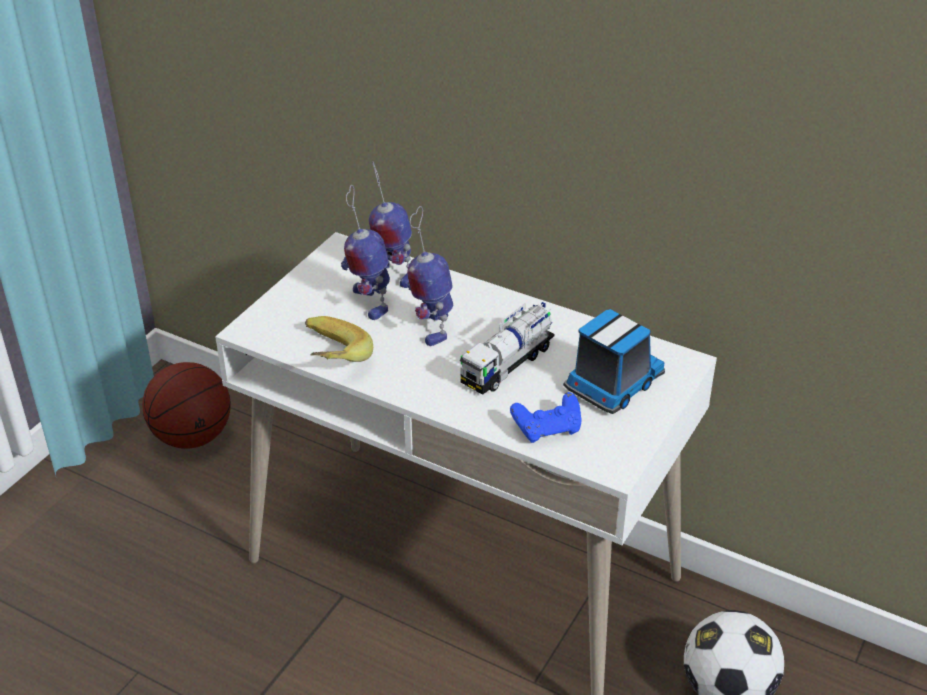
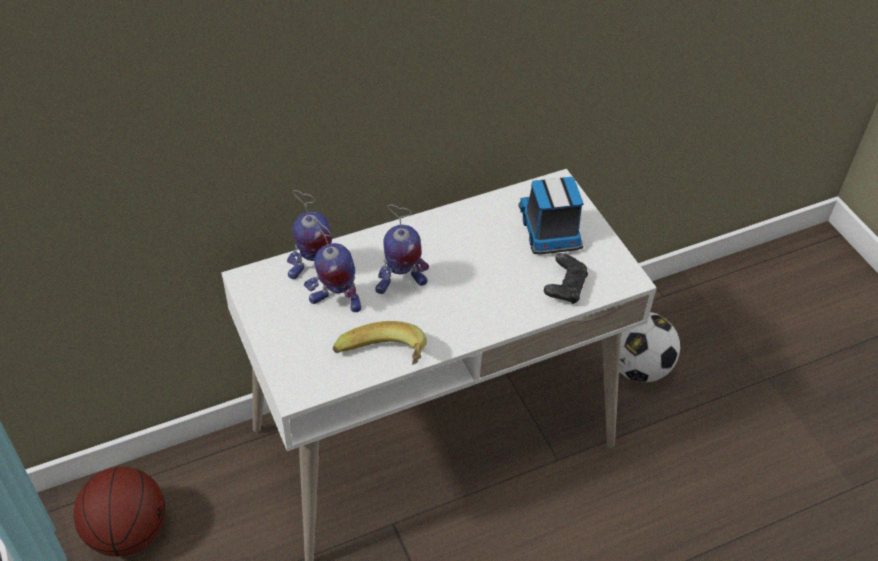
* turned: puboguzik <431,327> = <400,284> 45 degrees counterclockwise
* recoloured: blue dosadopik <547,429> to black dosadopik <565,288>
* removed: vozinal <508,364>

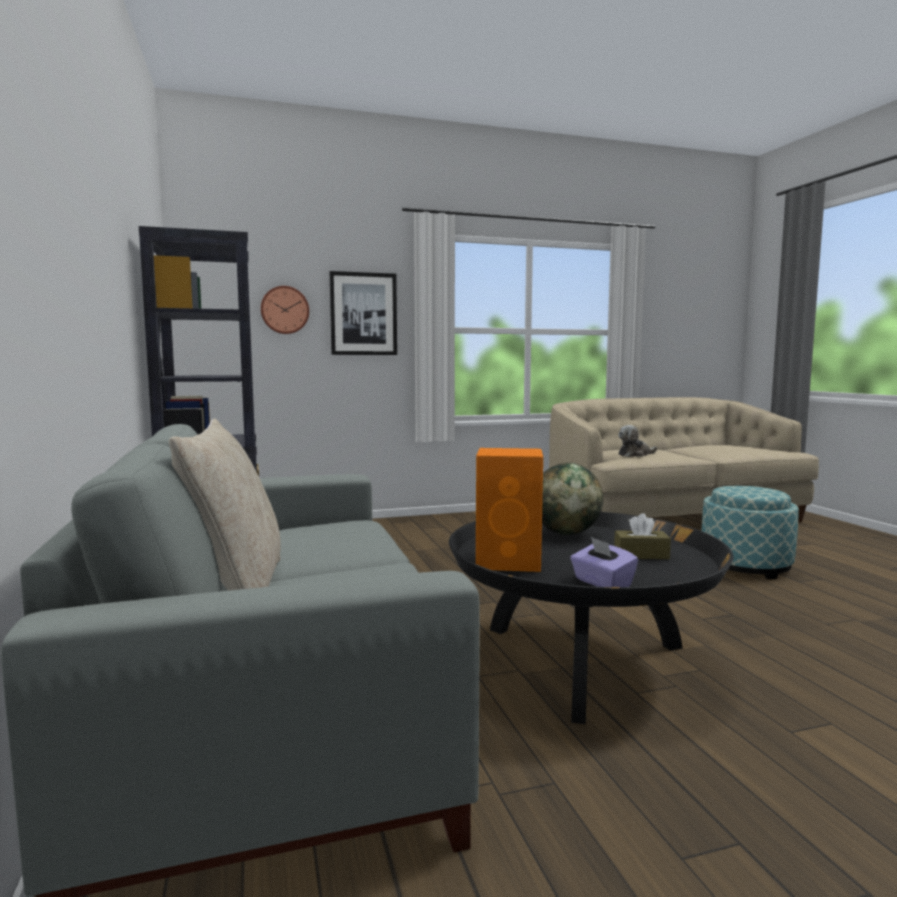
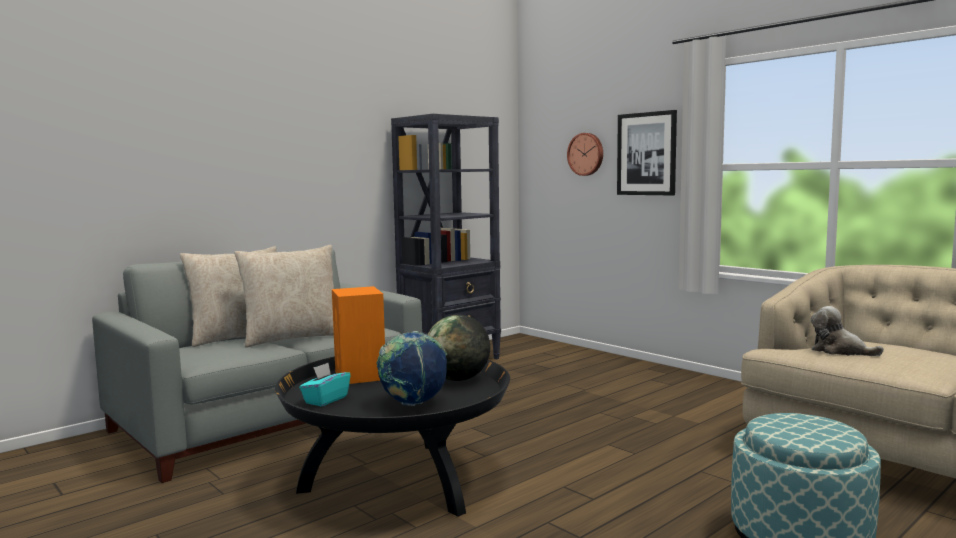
* added: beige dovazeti <292,338>
* recoloured: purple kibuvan <602,583> to turquoise kibuvan <325,400>
* replaced: brown kibuvan <641,555> to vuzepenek <413,404>

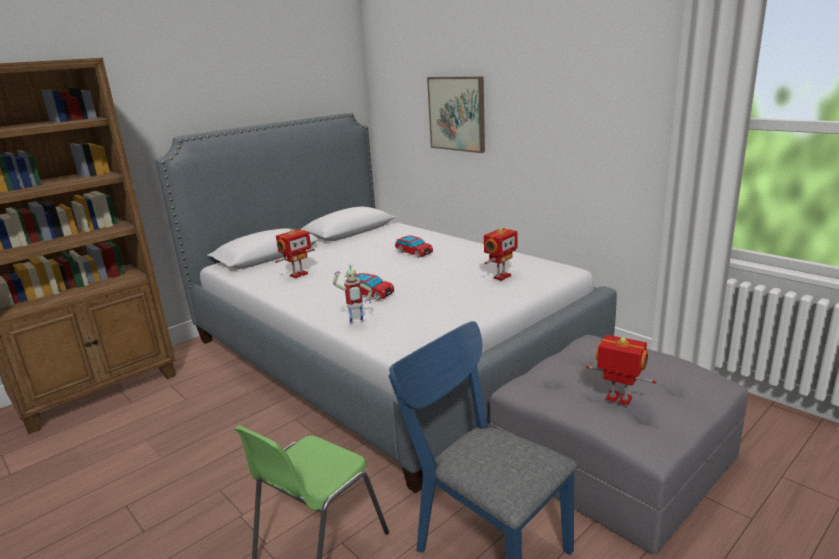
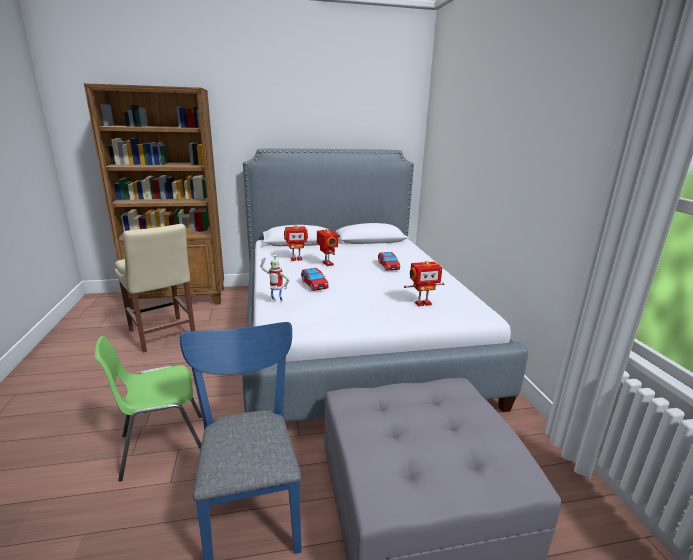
* added: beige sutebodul <163,335>
* moved: puboguzik <618,399> to <327,264>
* removed: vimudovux <457,113>

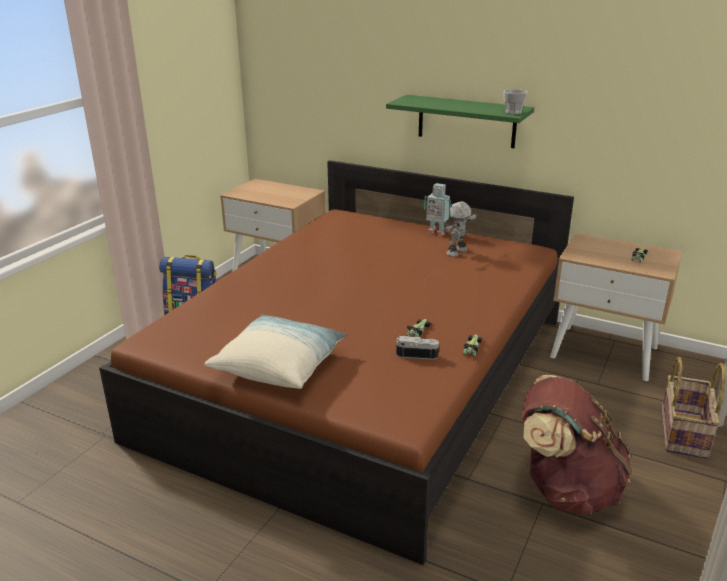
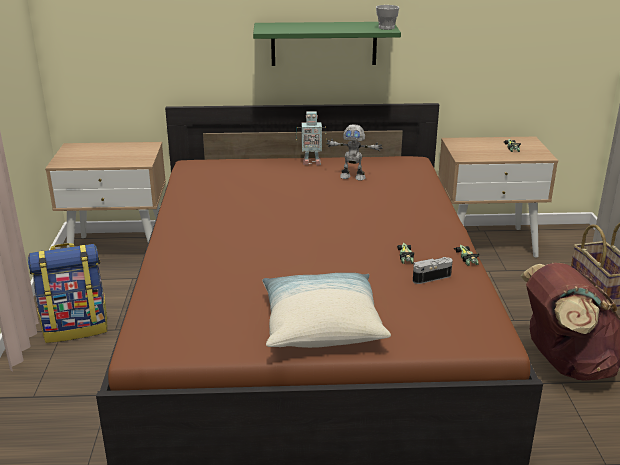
* turned: puboguzik <457,252> = <353,177> 90 degrees counterclockwise

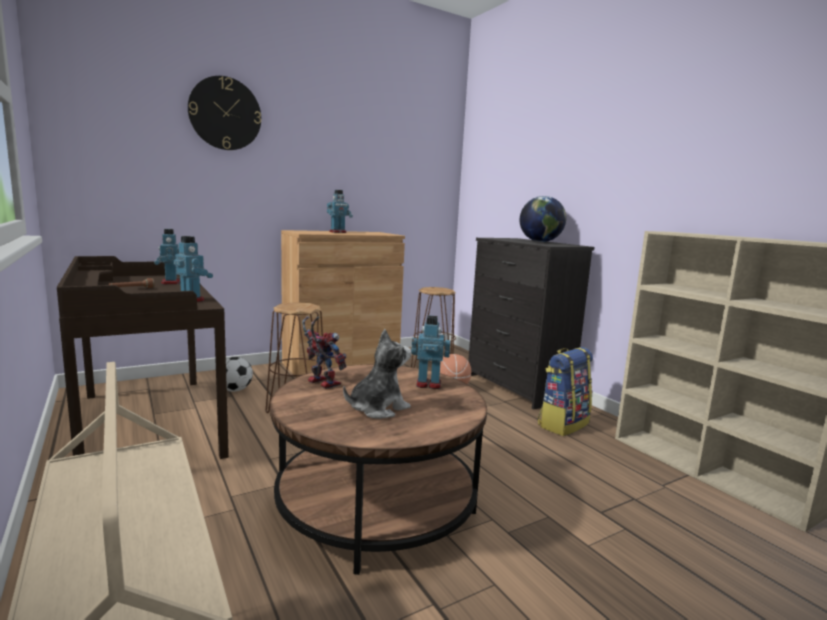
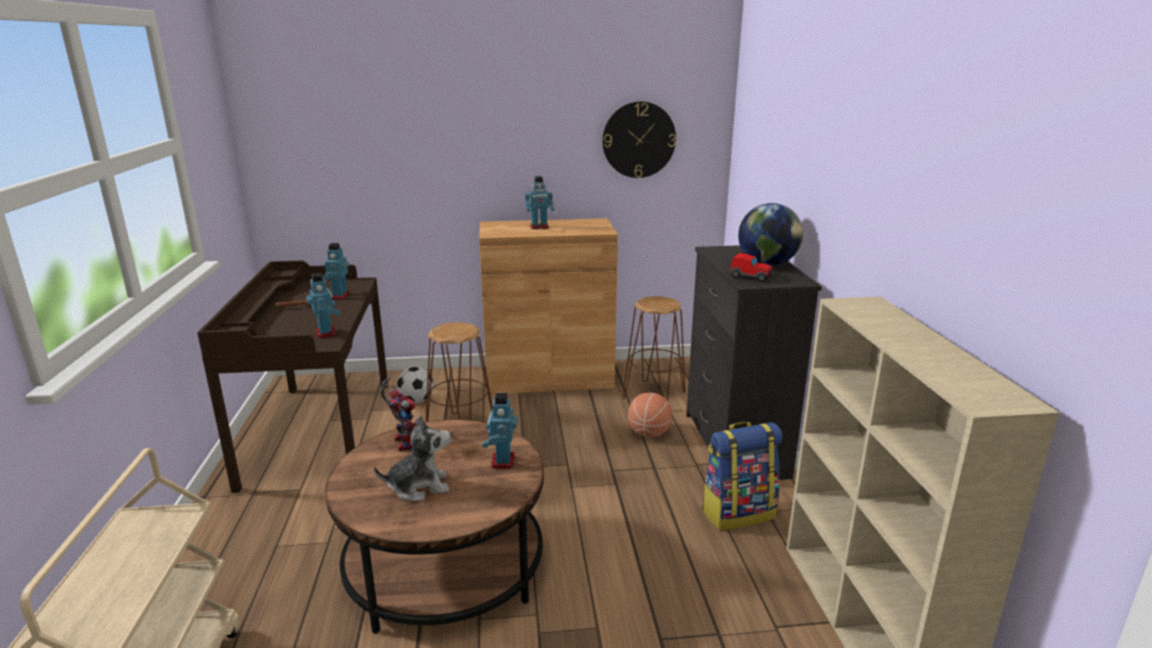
* turned: puboguzik <428,384> = <502,461> 120 degrees counterclockwise
* moved: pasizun <225,113> to <639,140>
* added: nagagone <750,277>

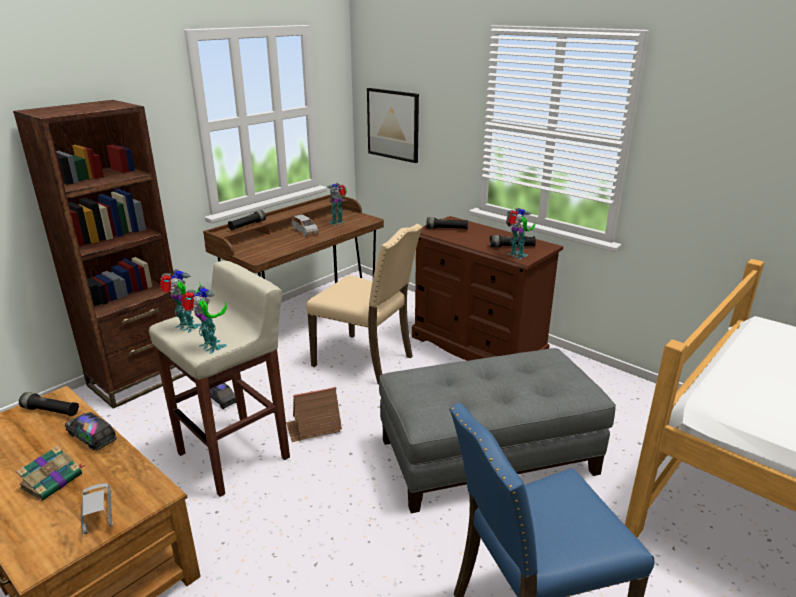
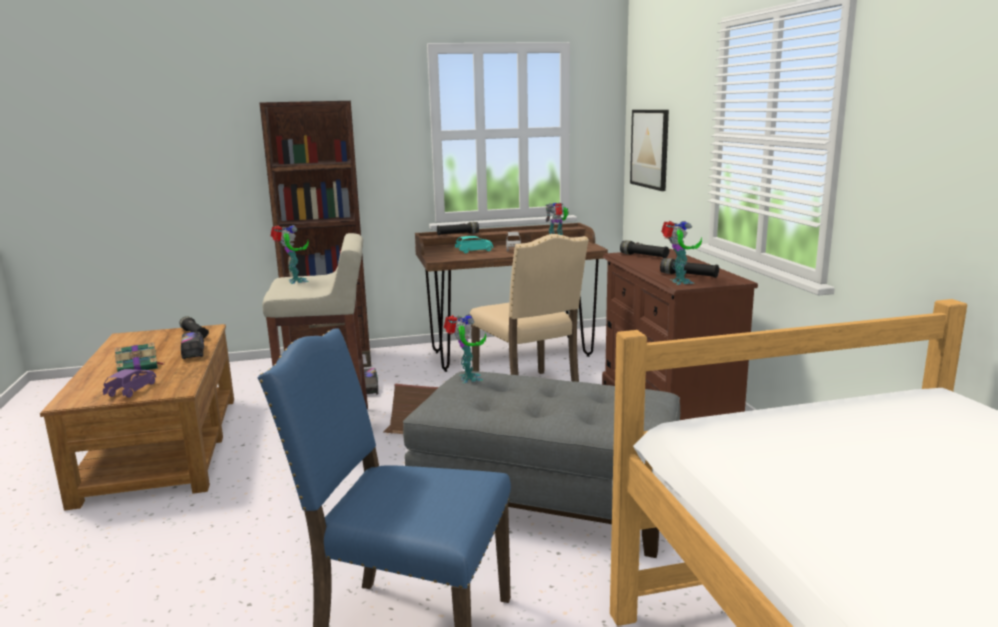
* recoloured: grey nagagone <98,515> to purple nagagone <132,390>
* moved: puboguzik <210,348> to <467,378>
* added: turquoise nagagone <474,251>

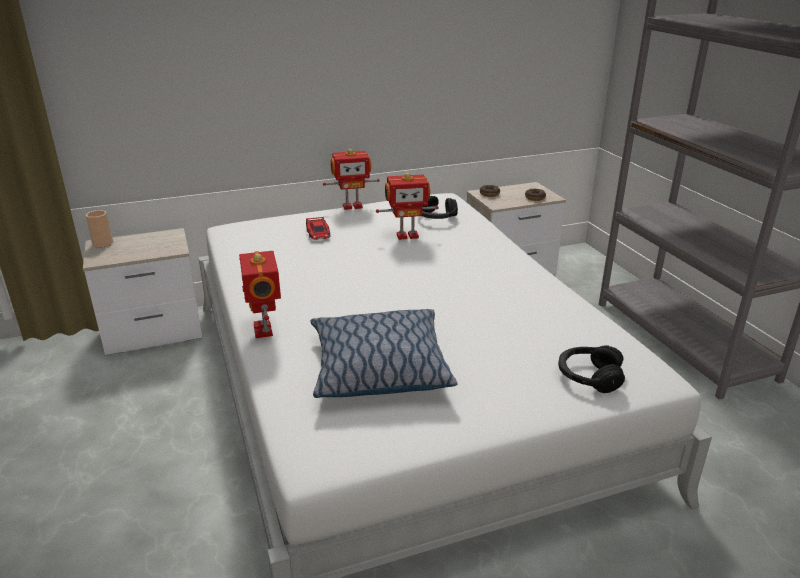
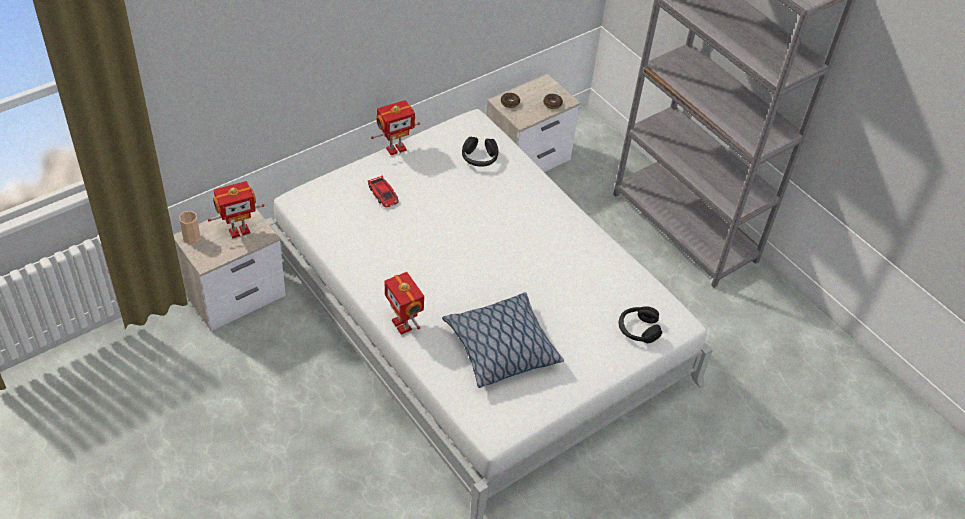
* moved: puboguzik <407,235> to <239,230>

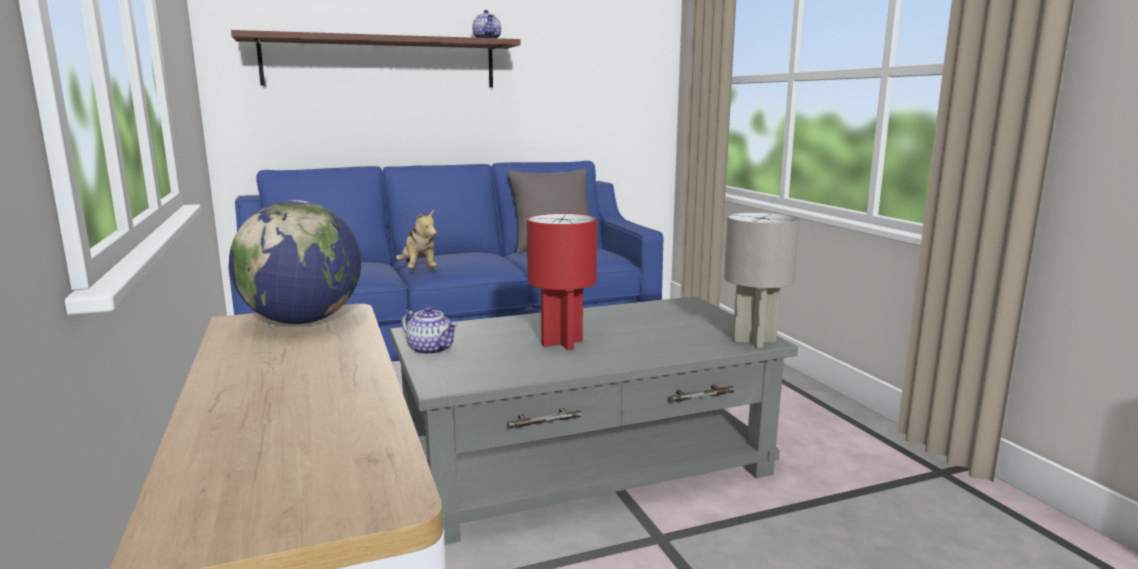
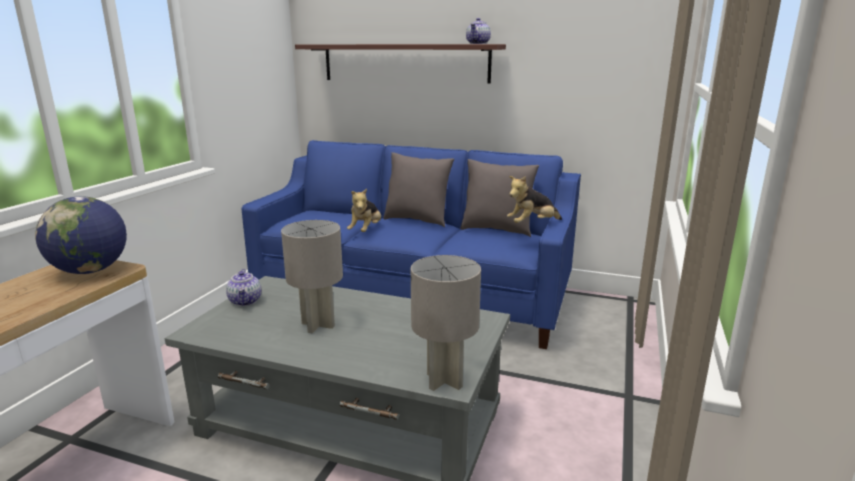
* recoloured: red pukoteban <561,343> to grey pukoteban <317,325>
* added: grey dovazeti <417,220>
* added: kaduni <532,224>

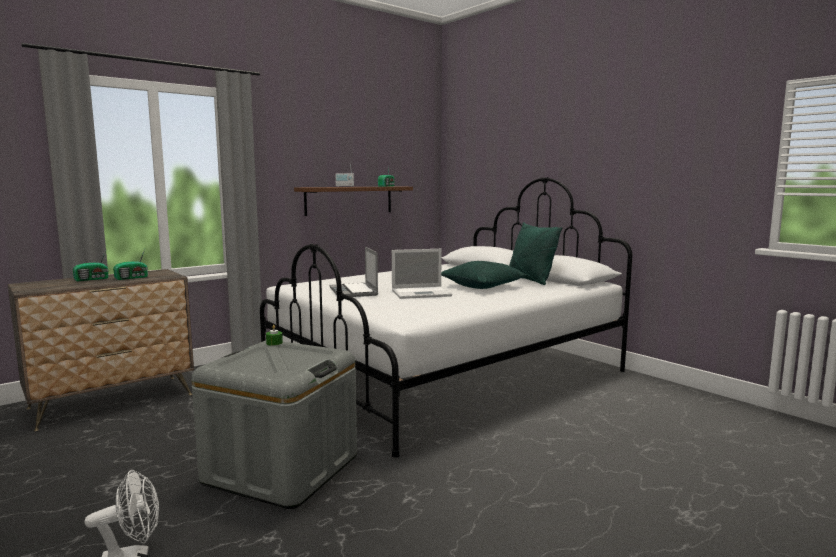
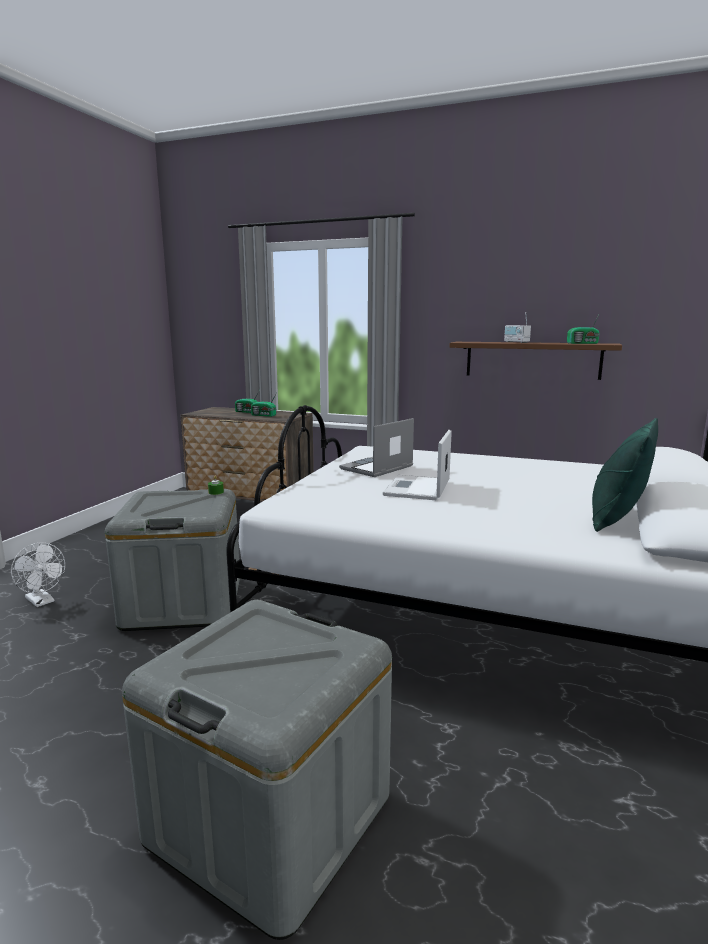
* added: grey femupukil <270,817>
* turned: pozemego <422,293> = <417,489> 60 degrees clockwise
* removed: green dovazeti <483,286>

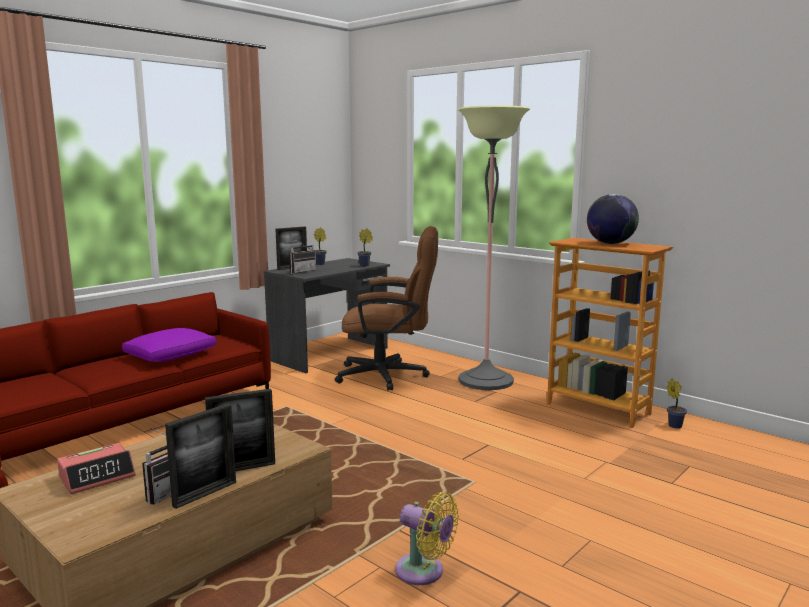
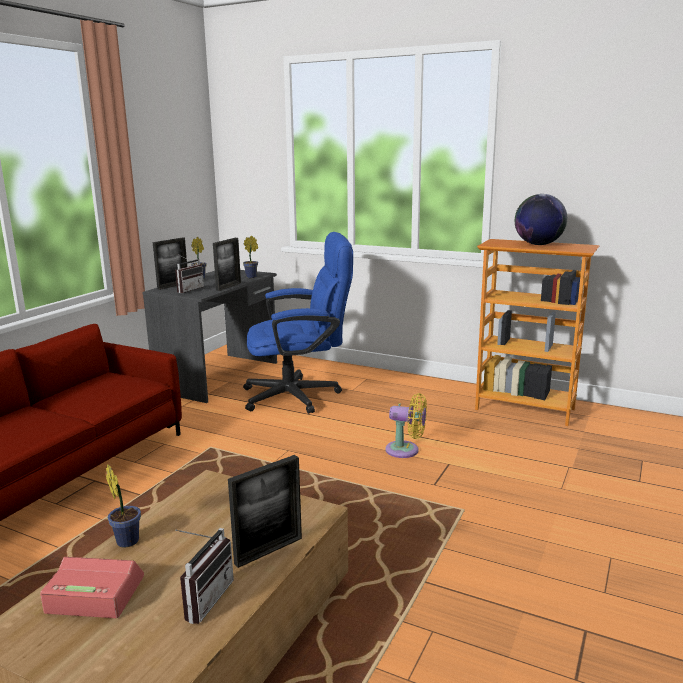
* turned: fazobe <97,476> = <94,595> 120 degrees counterclockwise
* moved: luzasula <673,425> to <126,540>
* moved: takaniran <205,494> to <228,286>
* recoloured: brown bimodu <390,376> to blue bimodu <300,395>
* moved: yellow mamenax <424,572> to <406,450>
* removed: purple dovazeti <171,355>
* removed: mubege <485,380>

